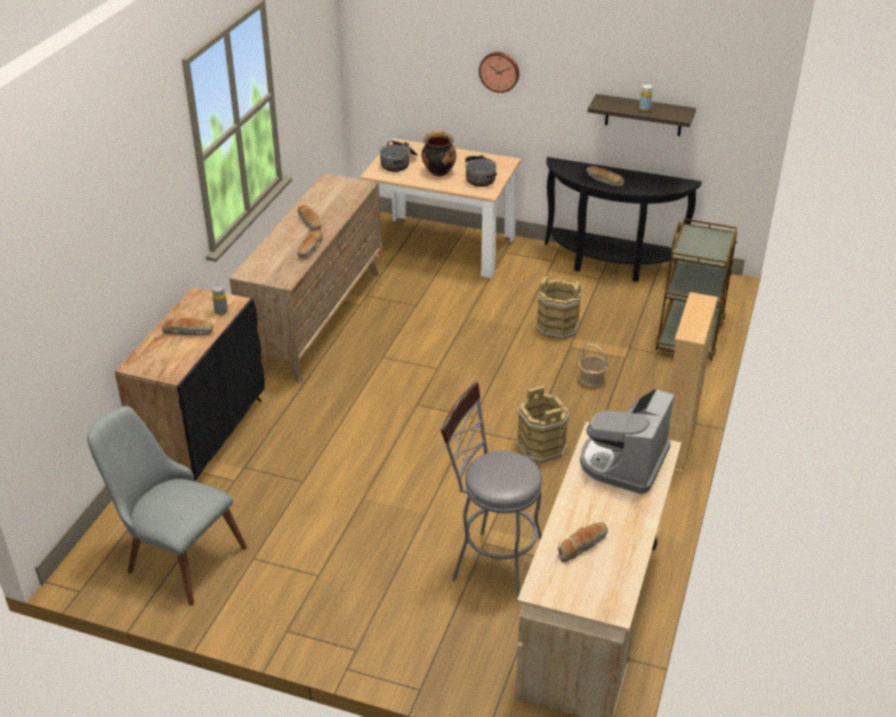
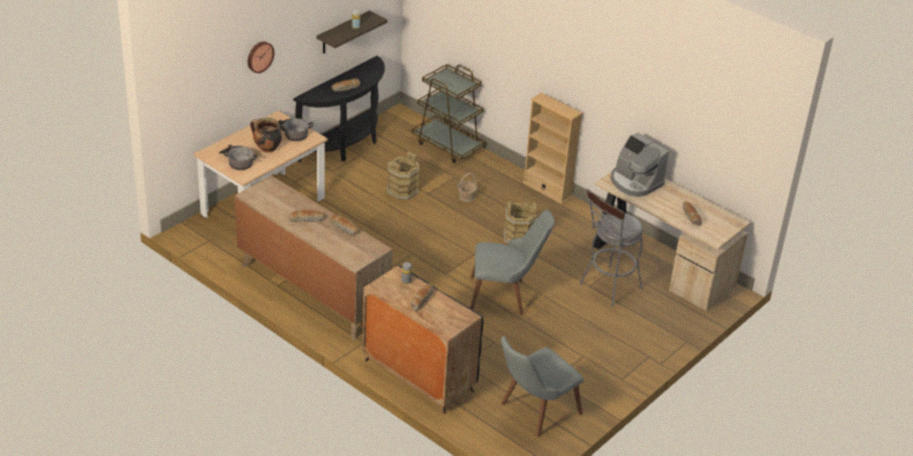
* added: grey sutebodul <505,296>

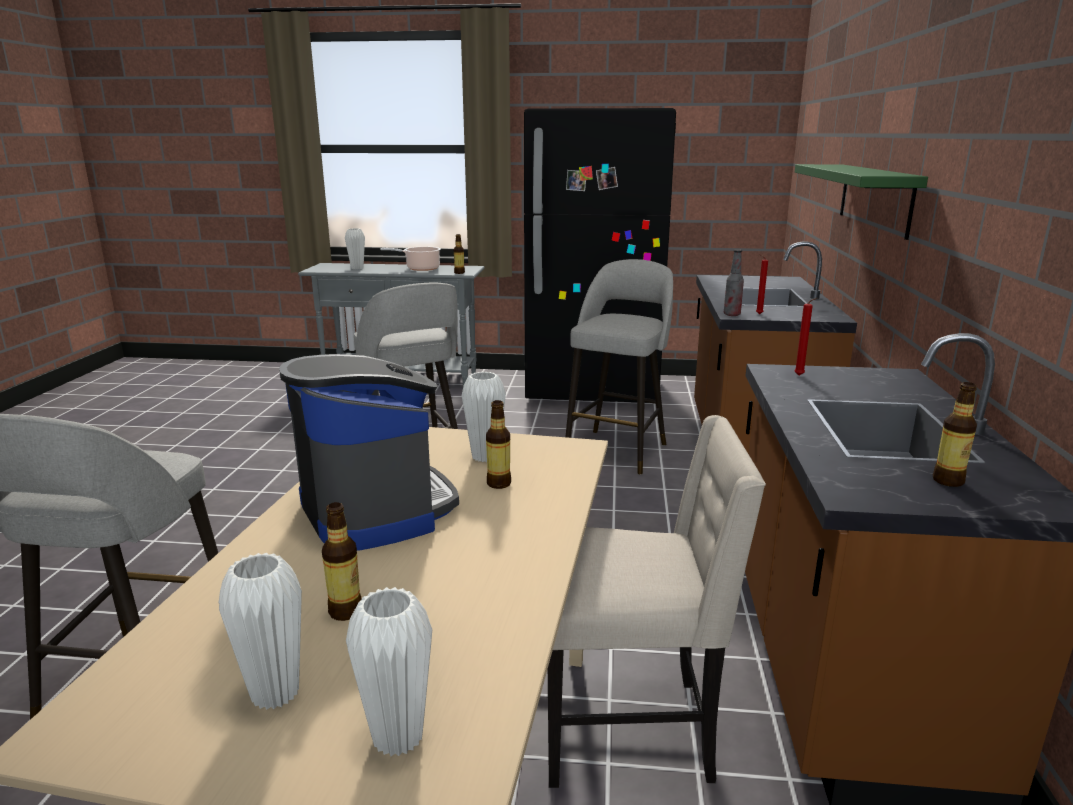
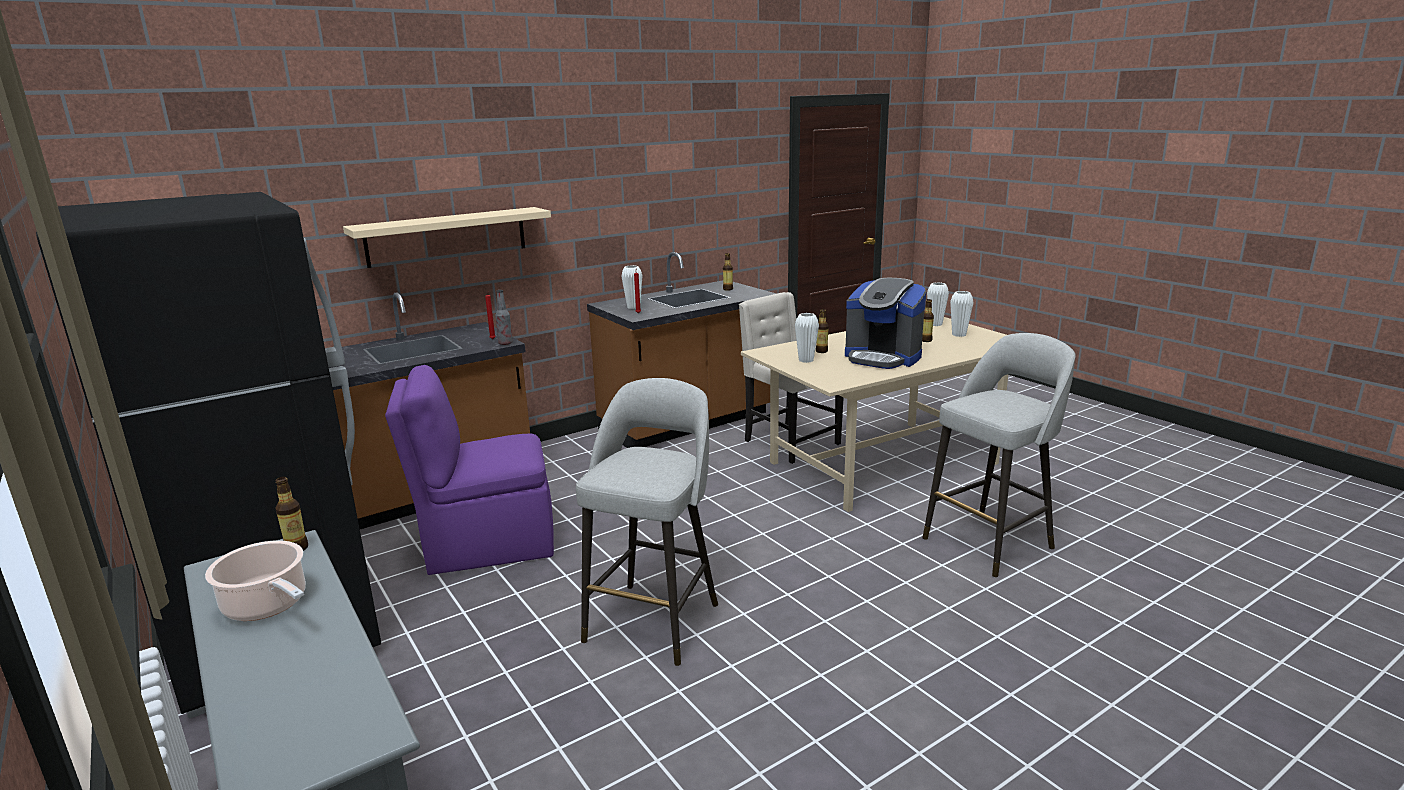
* recoloured: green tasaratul <874,198> to beige tasaratul <447,236>
* replaced: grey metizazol <617,450> to purple sutebodul <486,544>
* moved: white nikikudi <357,268> to <633,307>
* turned: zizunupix <376,508> = <882,357> 75 degrees counterclockwise

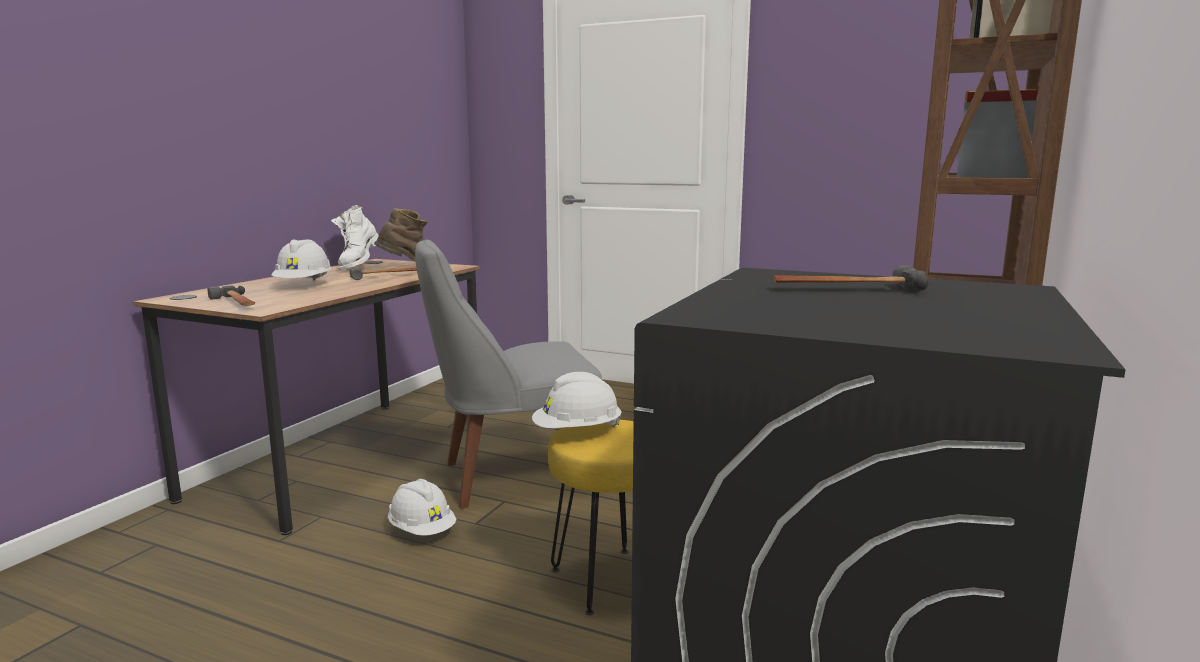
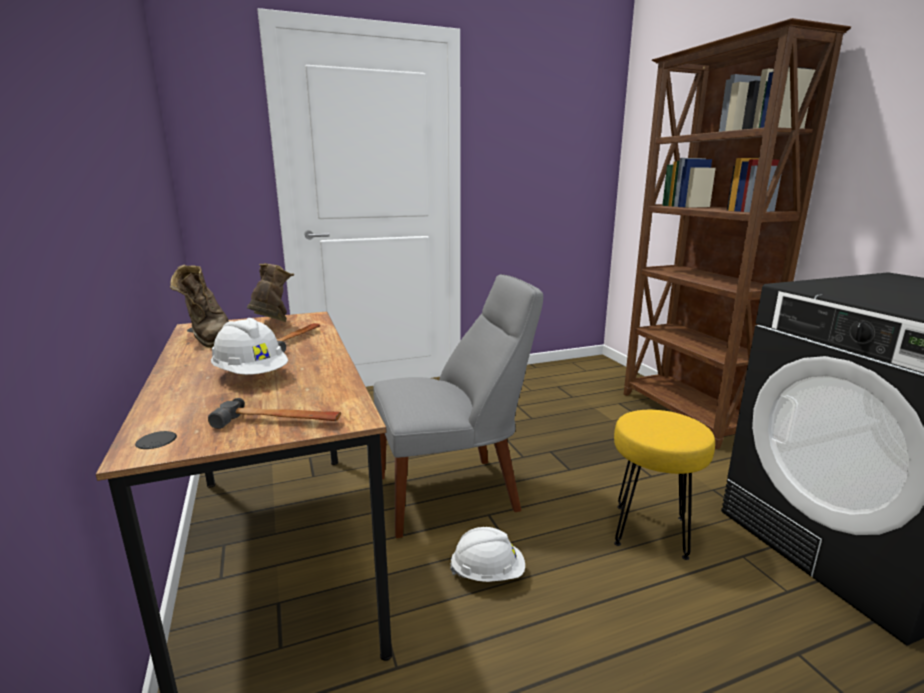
* recoloured: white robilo <359,267> to brown robilo <209,338>
* turned: grey sutebodul <512,477> = <453,493> 135 degrees counterclockwise
* removed: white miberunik <577,432>
* removed: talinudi <847,289>

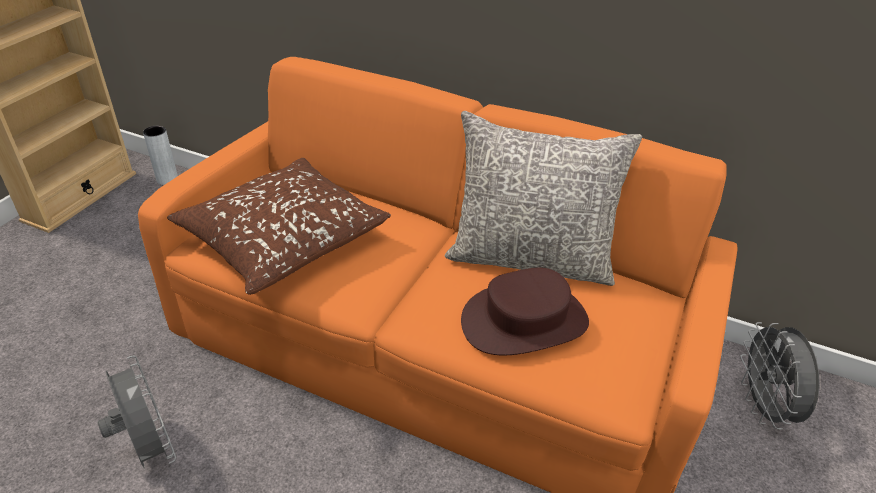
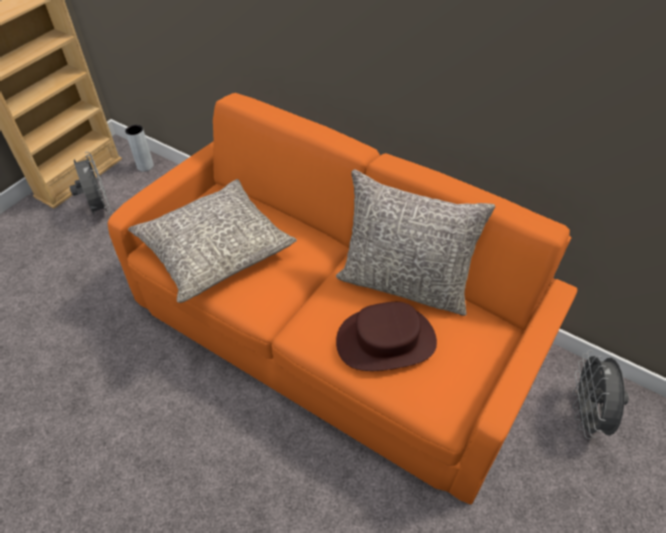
* moved: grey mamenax <149,448> to <99,208>
* recoloured: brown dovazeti <283,238> to grey dovazeti <215,249>

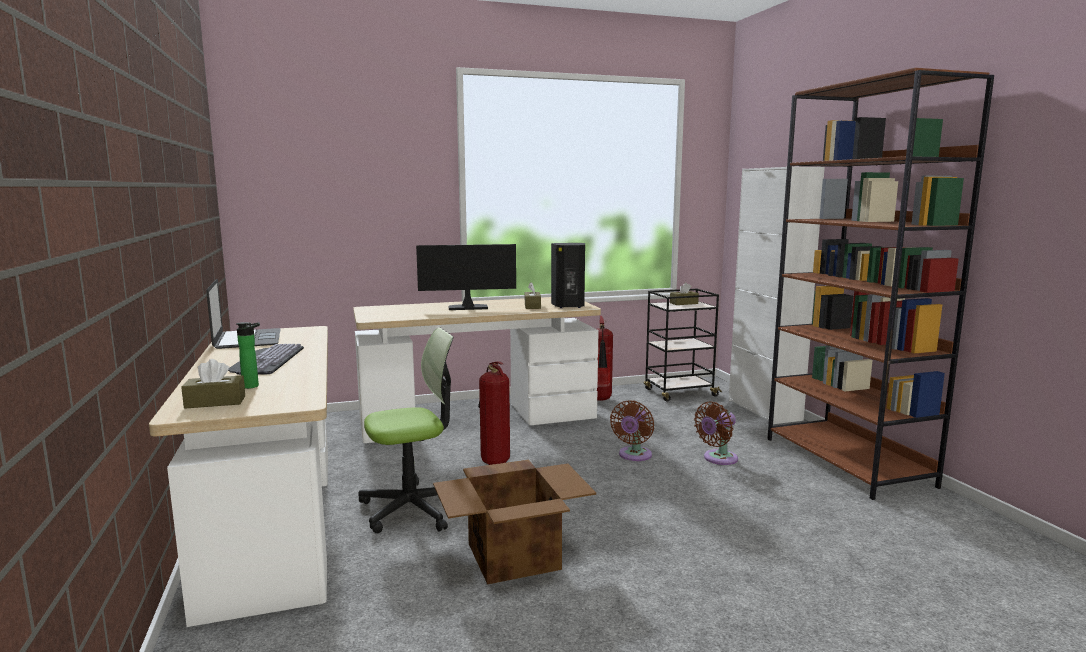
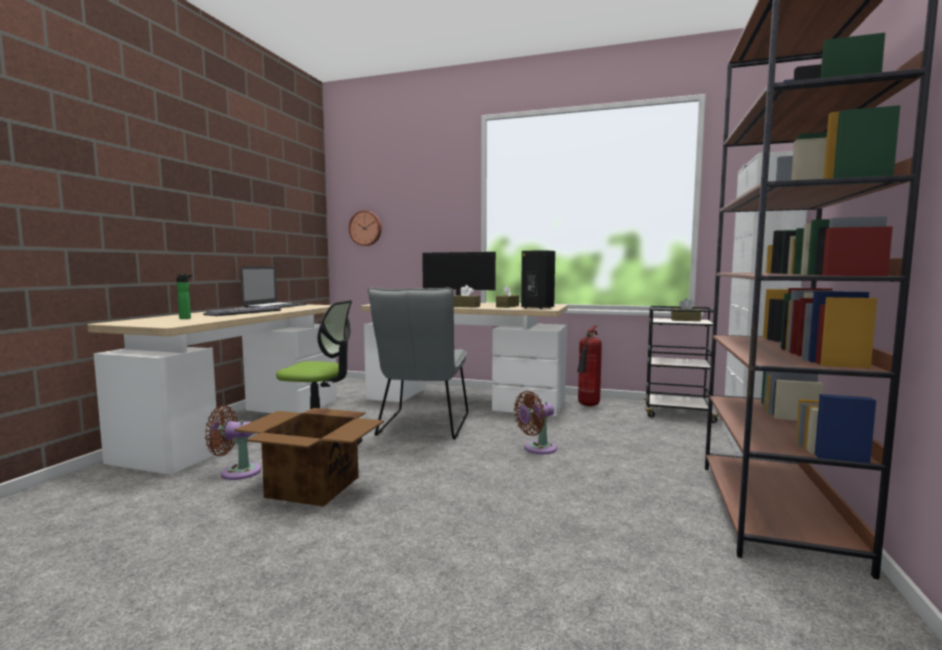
* moved: brown mamenax <717,459> to <236,472>
* added: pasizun <366,228>
* replaced: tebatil <493,461> to grey sutebodul <422,427>
* moved: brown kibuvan <215,402> to <466,306>

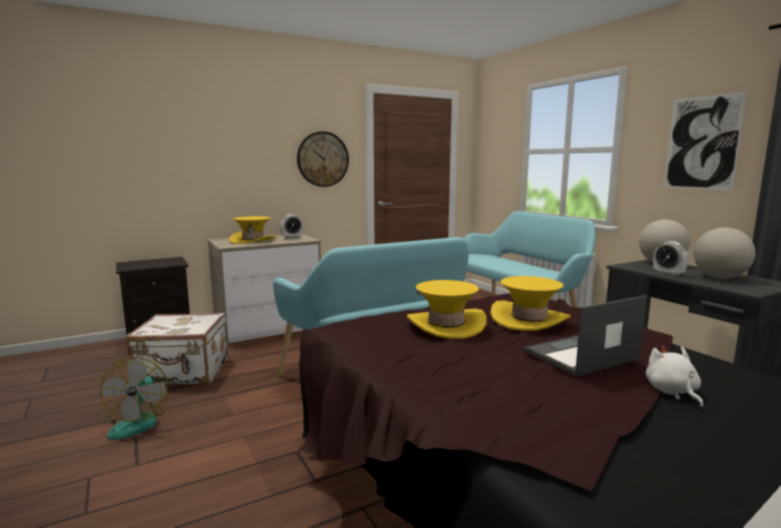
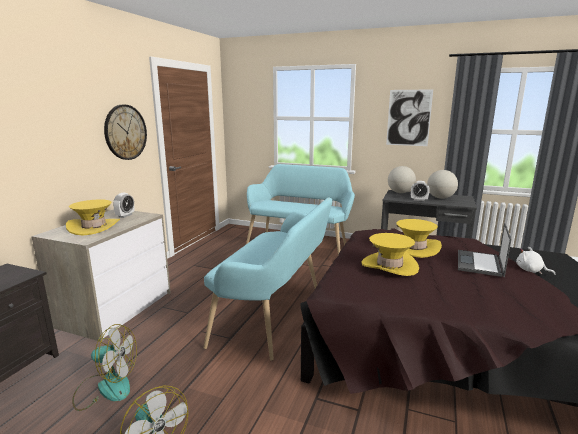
* replaced: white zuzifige <184,373> to mamenax <106,387>

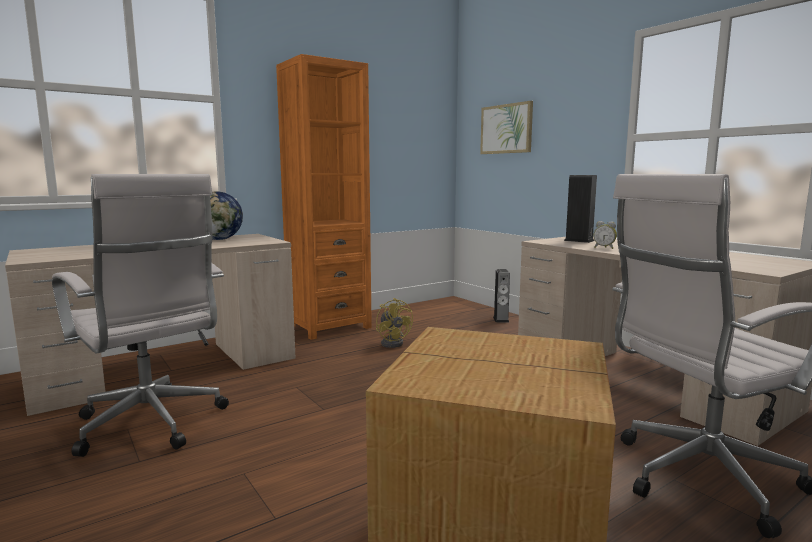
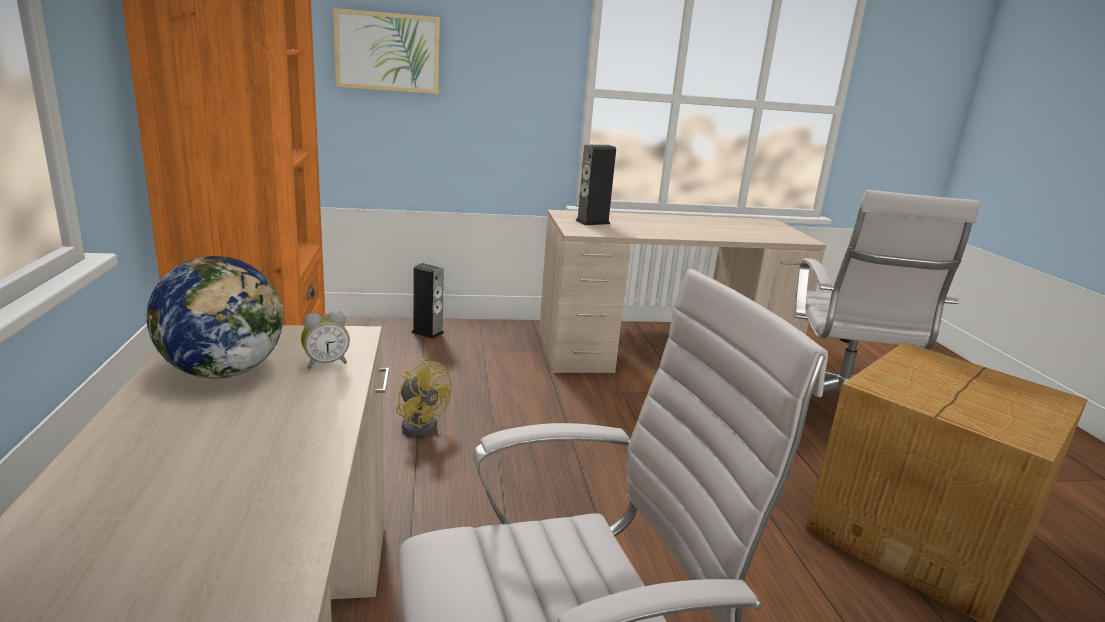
* moved: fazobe <604,248> to <326,363>
* turned: yellow mamenax <394,343> = <421,423> 45 degrees clockwise

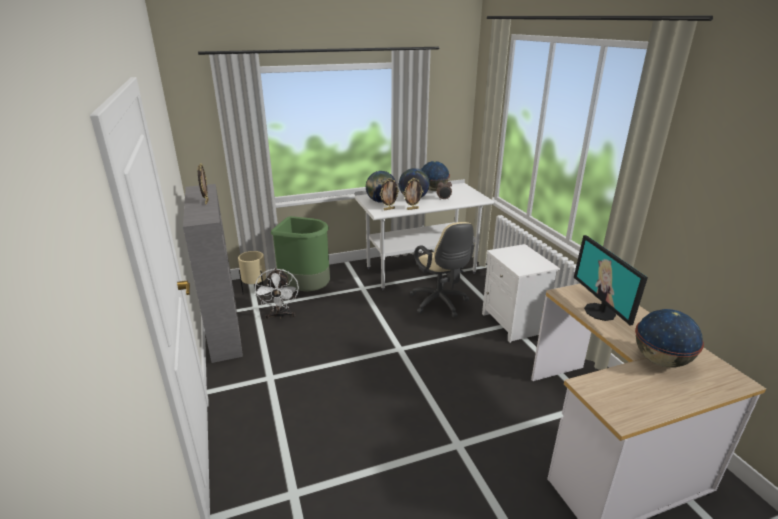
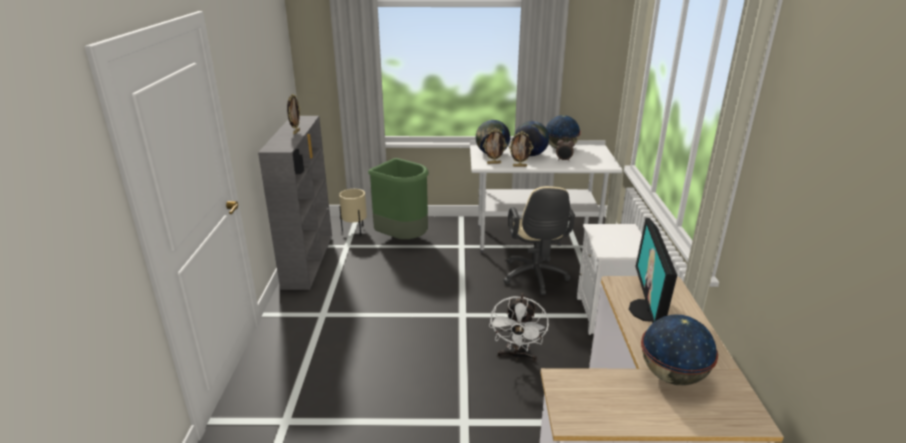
* moved: white mamenax <280,315> to <517,355>

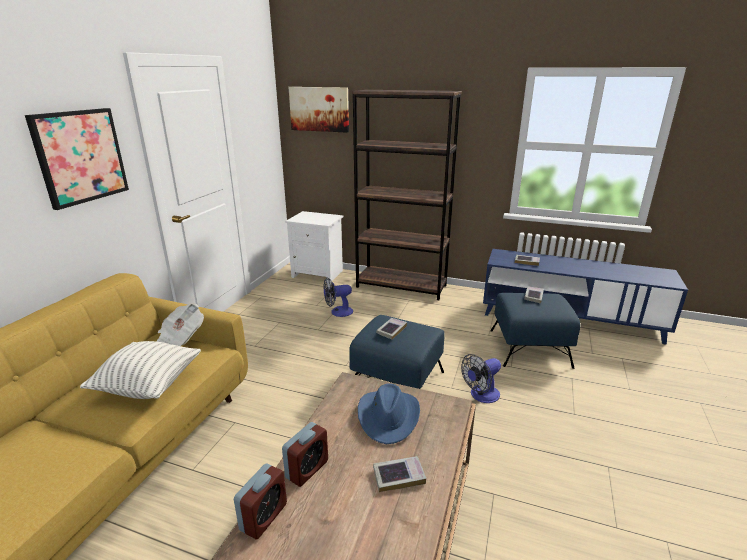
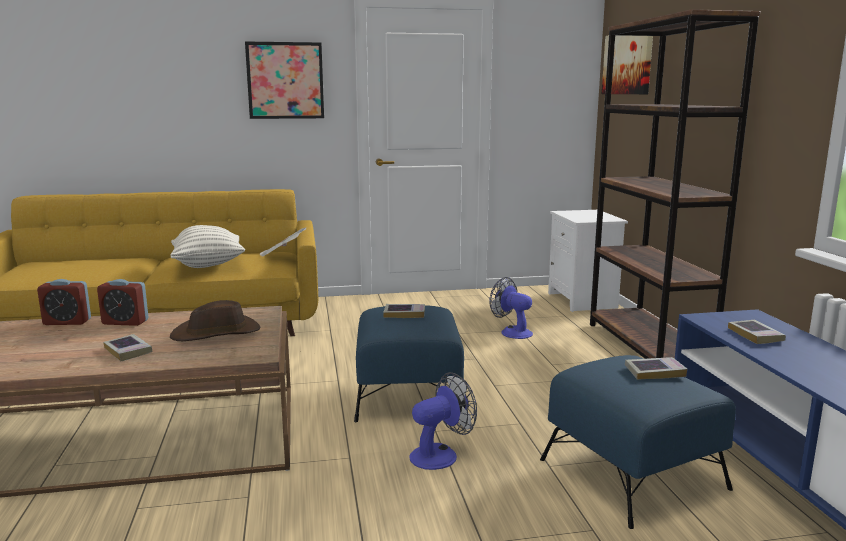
* recoloured: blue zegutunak <389,417> to brown zegutunak <217,333>
* turned: mamenax <481,396> = <440,454> 120 degrees clockwise

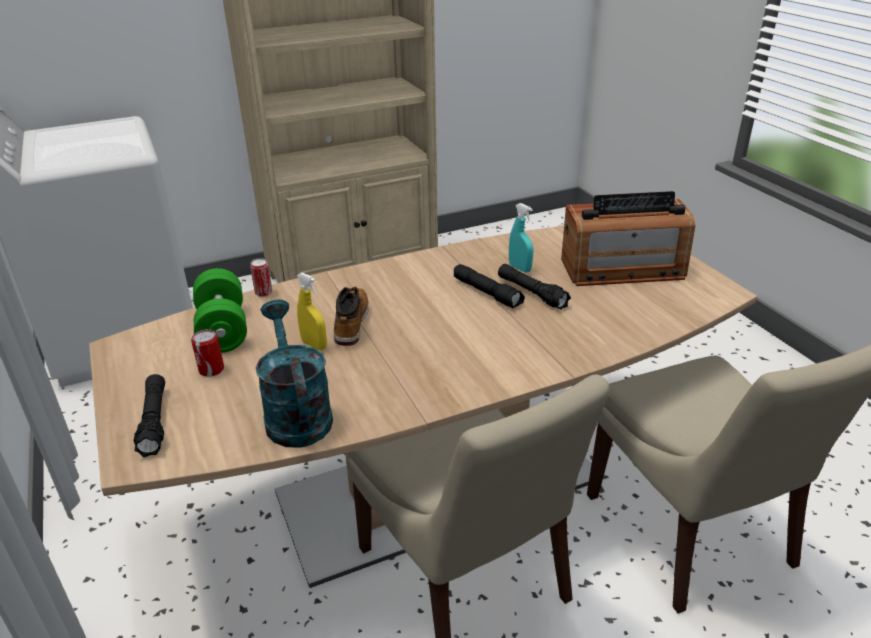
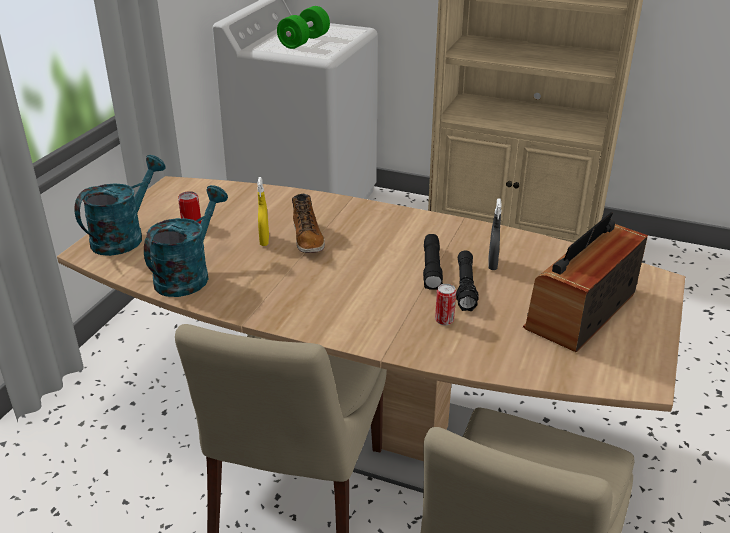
* replaced: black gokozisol <154,421> to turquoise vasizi <124,236>
* moved: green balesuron <223,329> to <304,41>
* turned: robilo <351,322> = <308,238> 120 degrees clockwise
* moved: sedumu <263,293> to <444,320>
* recoloured: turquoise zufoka <520,268> to grey zufoka <492,264>
* turned: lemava <622,269> = <580,311> 90 degrees clockwise

